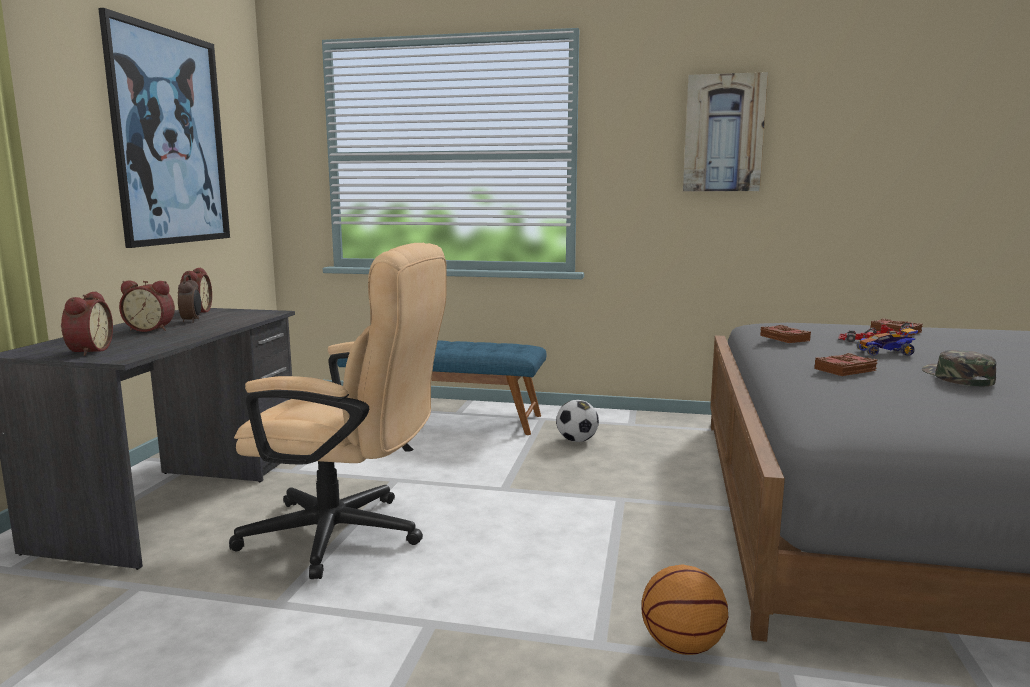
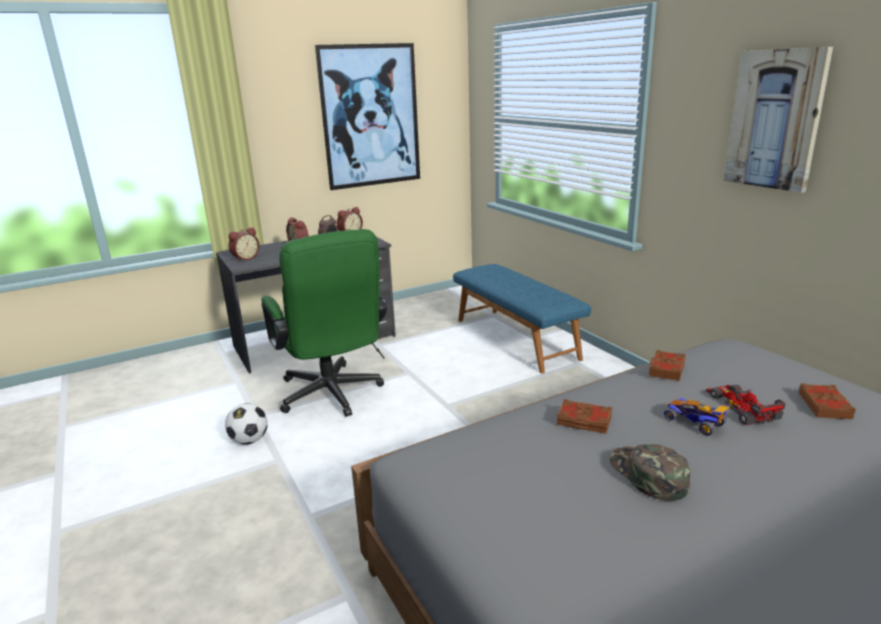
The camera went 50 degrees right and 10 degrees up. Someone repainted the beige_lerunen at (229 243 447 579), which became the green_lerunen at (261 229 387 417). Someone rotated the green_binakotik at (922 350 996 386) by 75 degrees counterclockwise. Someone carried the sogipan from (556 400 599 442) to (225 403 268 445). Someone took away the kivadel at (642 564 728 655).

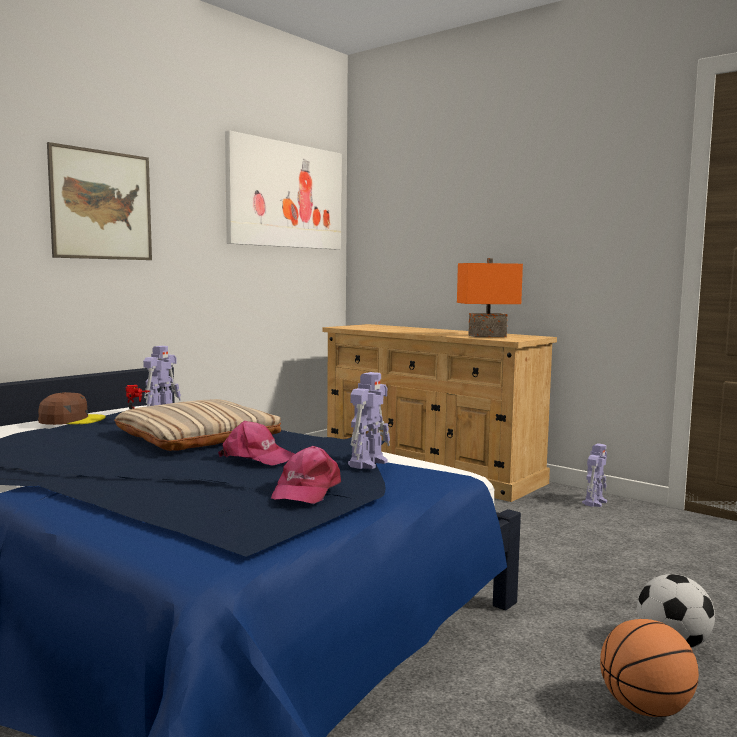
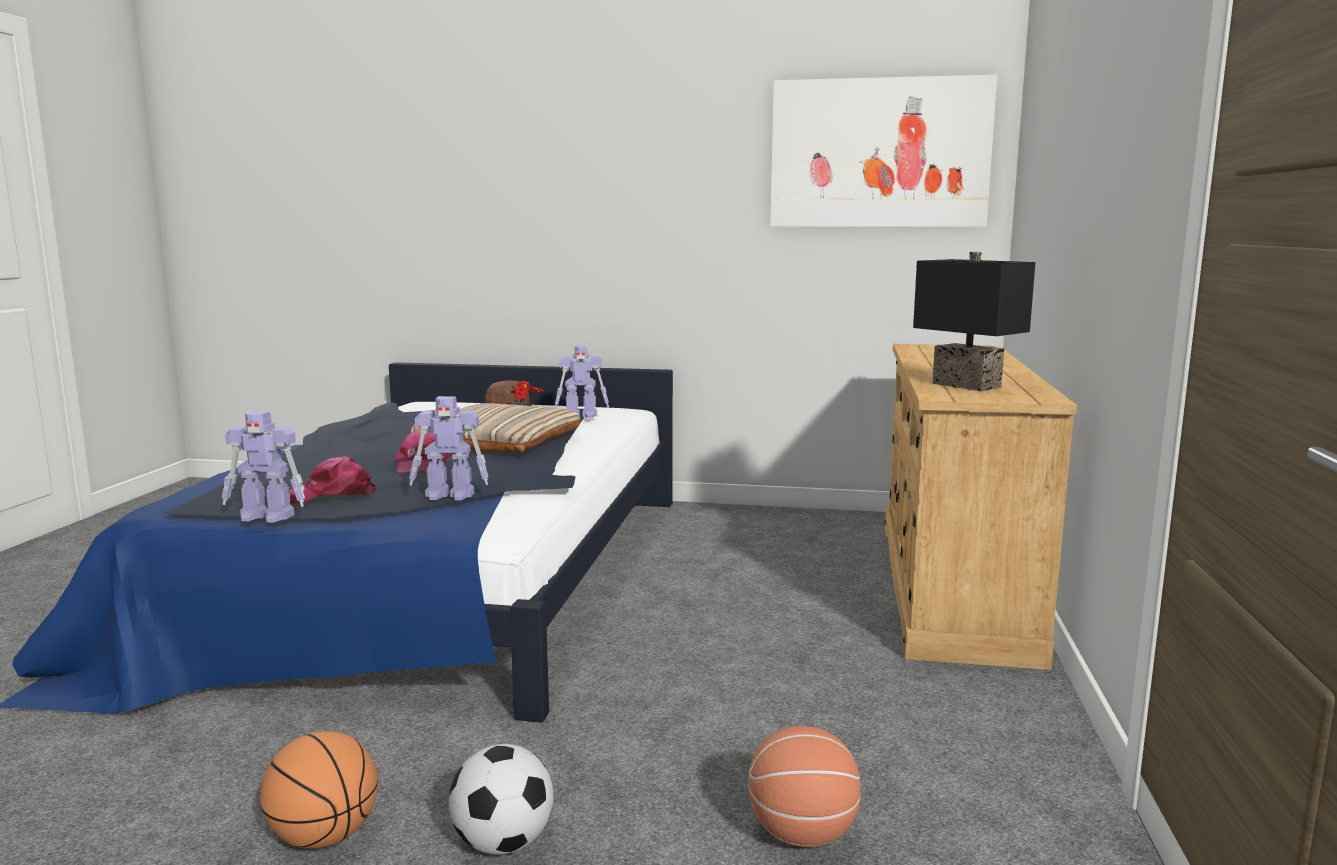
The camera went 60 degrees right and 5 degrees up. Someone took away the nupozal at (47 142 152 260). Someone repainted the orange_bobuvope at (457 258 523 337), which became the black_bobuvope at (913 252 1036 391). Someone carried the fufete from (582 443 607 507) to (222 411 305 523). Someone put down the kivadel at (748 726 861 847).

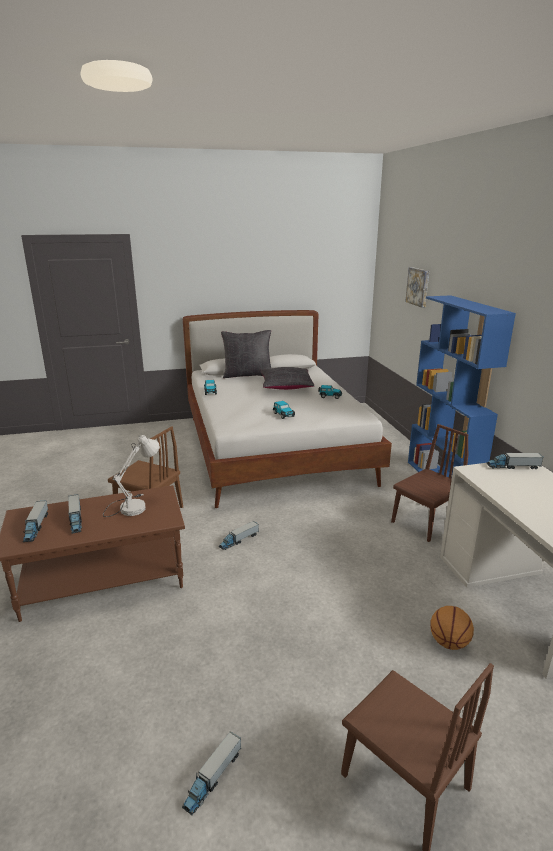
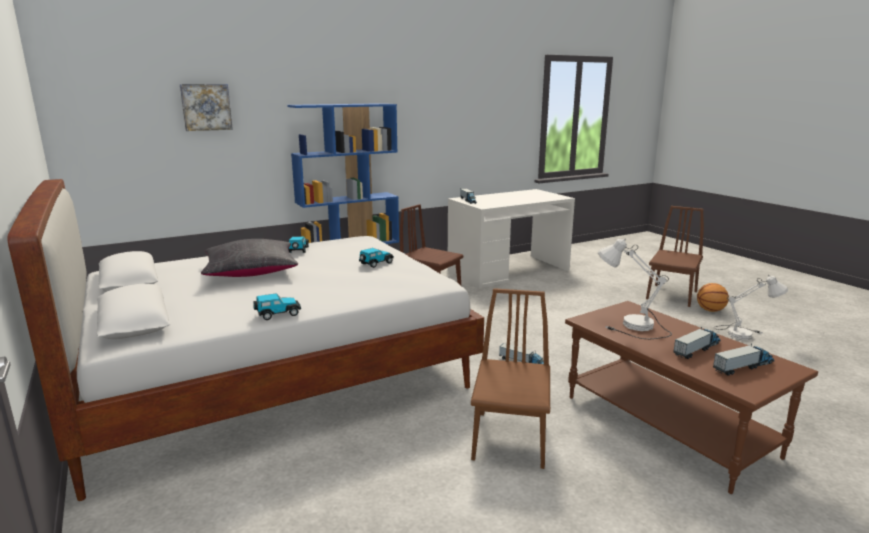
The camera went 105 degrees left and 5 degrees down. Someone took away the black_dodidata at (221 330 271 378). Someone carried the kivadel from (430 606 474 650) to (697 283 729 312). Someone swapped the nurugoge at (182 731 241 815) for the white_bobuvope at (713 275 788 340).

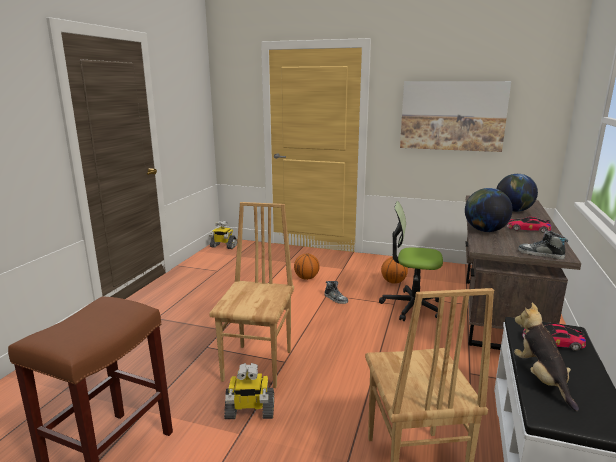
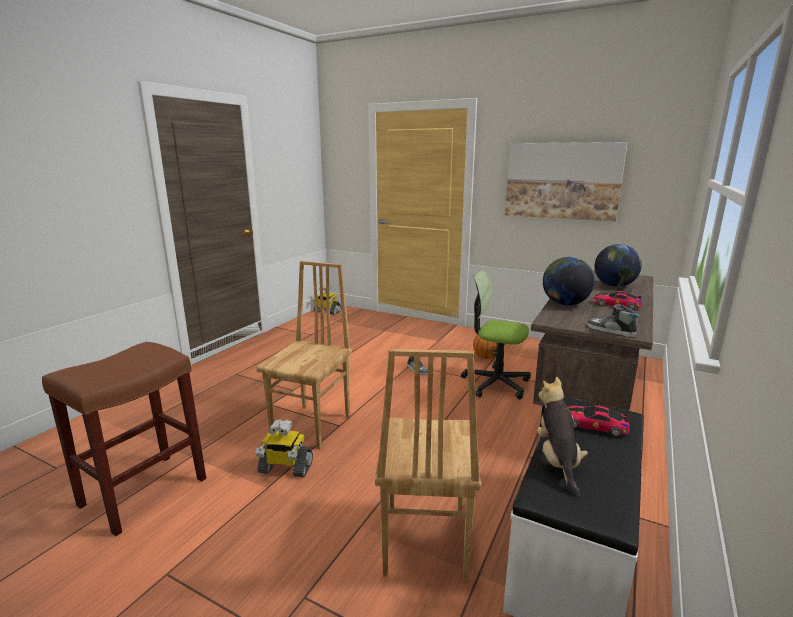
The camera went 10 degrees right and 0 degrees up. Someone took away the kivadel at (294 253 320 280).

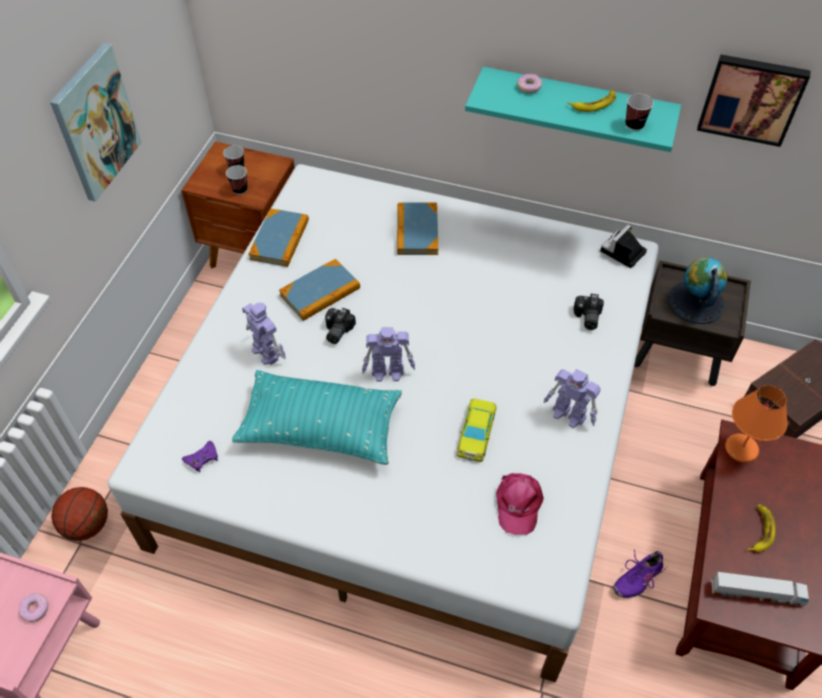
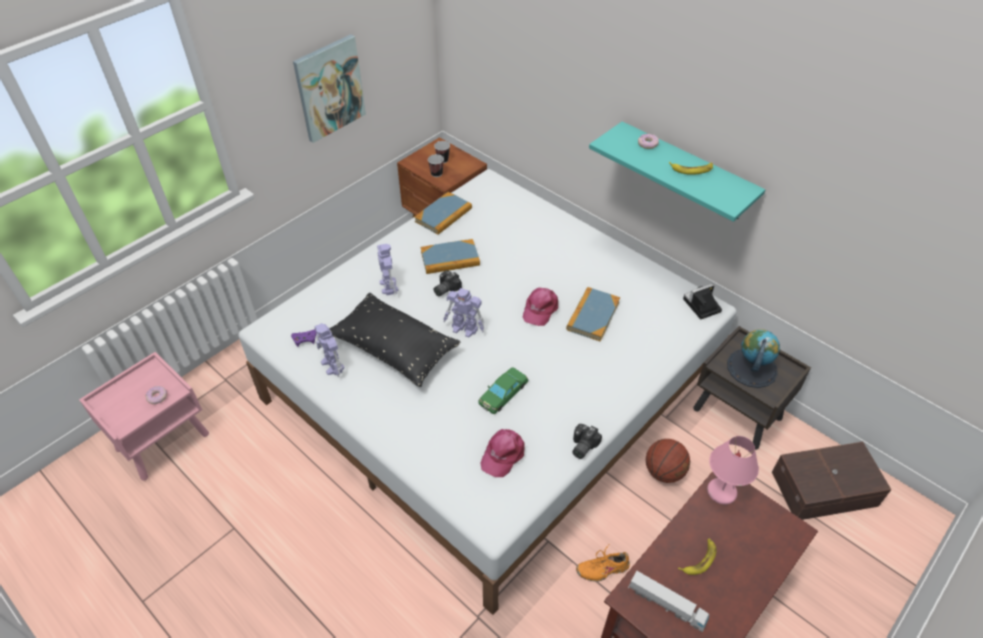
The camera went 25 degrees right and 5 degrees down. Someone took away the nupozal at (697 54 811 147). Someone took away the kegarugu at (625 94 654 131). Someone carried the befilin from (397 202 438 255) to (566 287 620 342). Someone carried the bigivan from (573 294 604 330) to (572 424 602 459). Someone carried the fufete from (543 369 601 428) to (314 323 344 377). Someone repainted the turquoise_dodidata at (232 370 402 465), which became the black_dodidata at (329 293 461 387). Someone repainted the orange_bobuvope at (725 385 788 463), which became the pink_bobuvope at (707 436 759 504). Someone repainted the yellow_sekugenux at (457 398 497 462), which became the green_sekugenux at (478 367 529 414). Someone carried the kivadel from (51 487 108 541) to (646 439 690 483). Someone repainted the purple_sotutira at (613 549 667 598), which became the orange_sotutira at (576 545 630 582). Someone put down the pink_binakotik at (523 288 558 326).

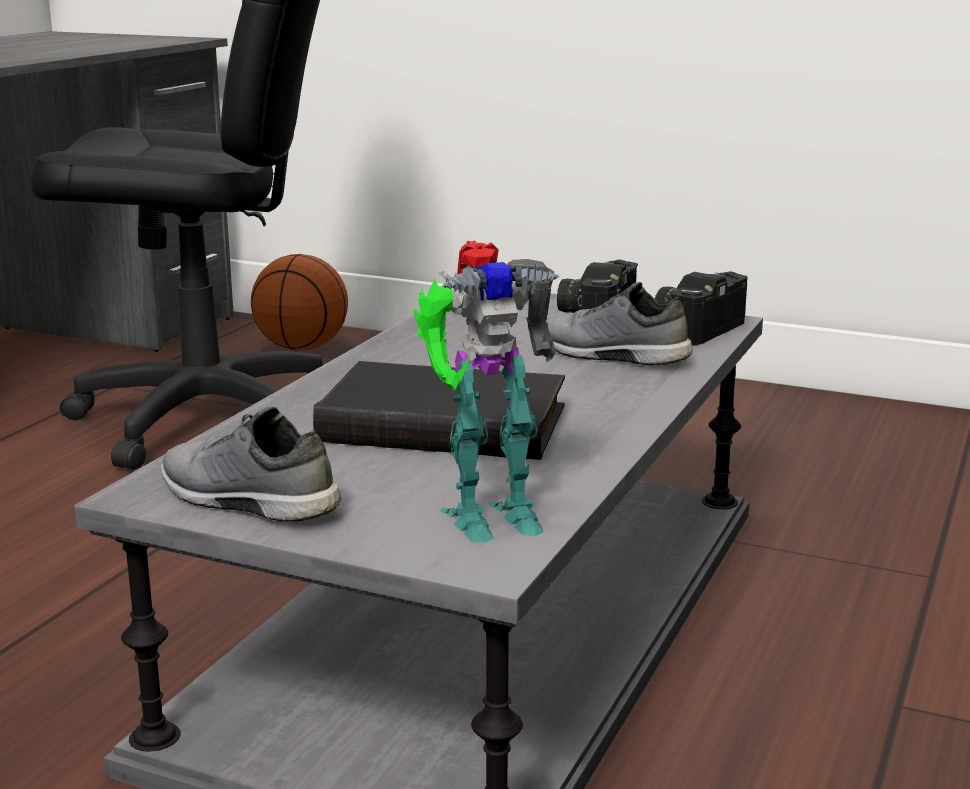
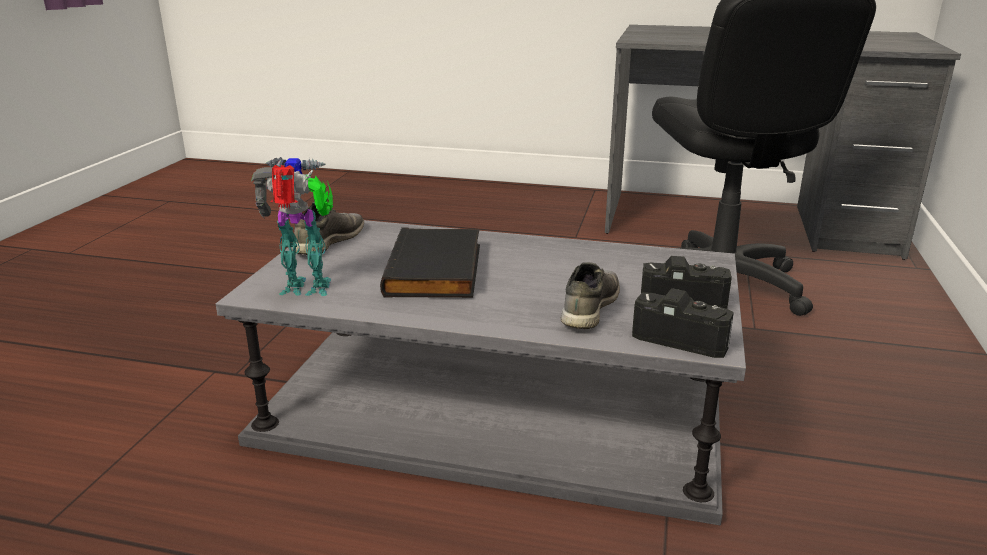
The camera went 80 degrees right and 5 degrees up. Someone rotated the fufete at (414 240 559 543) by 120 degrees clockwise. Someone took away the kivadel at (251 254 348 350).

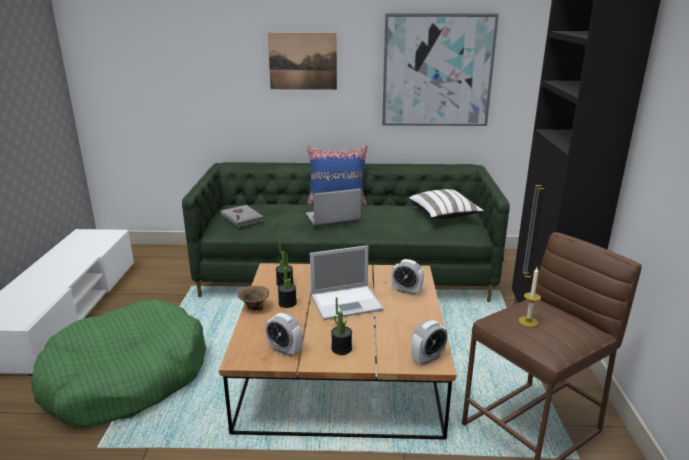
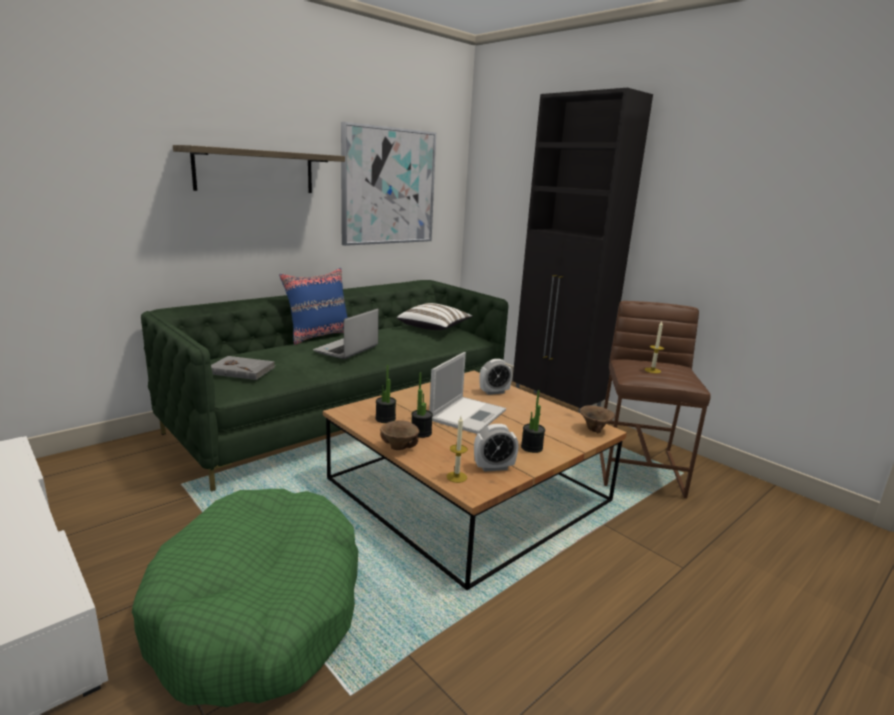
The camera went 45 degrees left and 5 degrees down. Someone swapped the nupozal at (268 33 337 90) for the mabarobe at (173 145 345 193). Someone swapped the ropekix at (411 320 447 365) for the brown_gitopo at (580 405 615 433). Someone put down the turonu at (447 417 468 483).

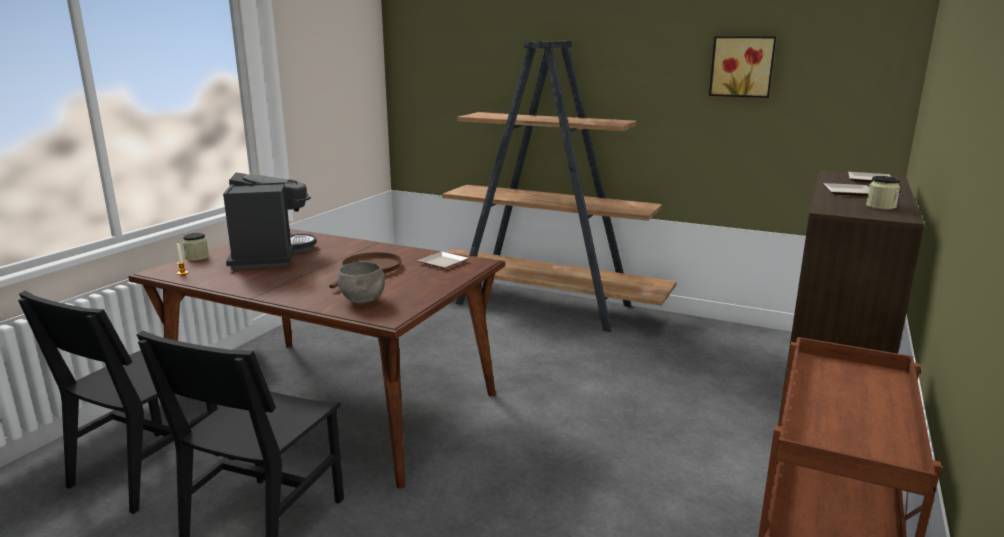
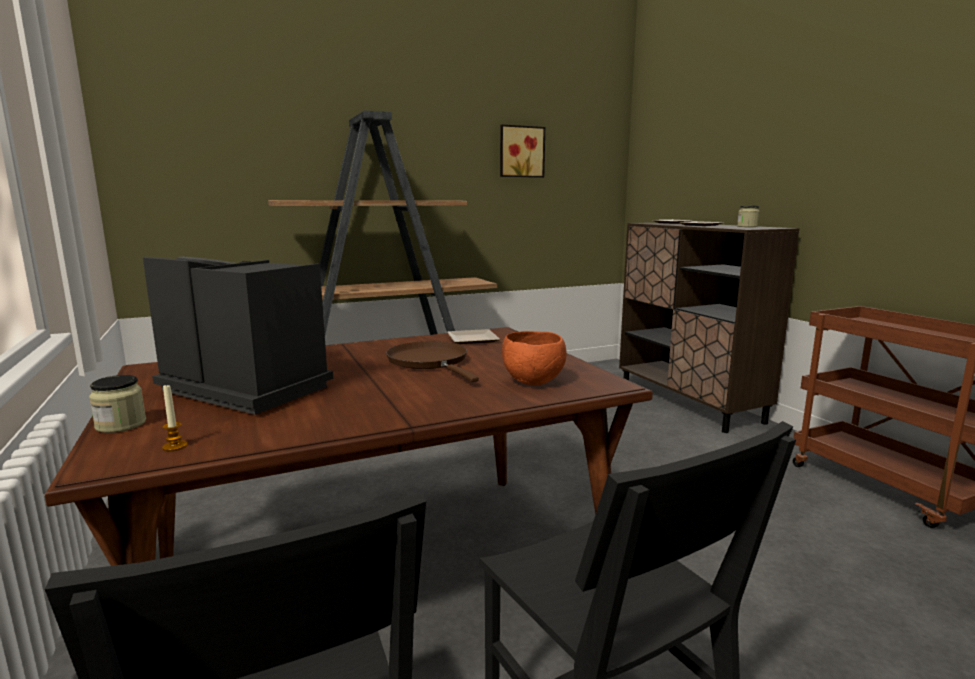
The camera went 50 degrees left and 5 degrees down. Someone repainted the grey_gitopo at (337 262 385 304), which became the orange_gitopo at (502 331 567 385).

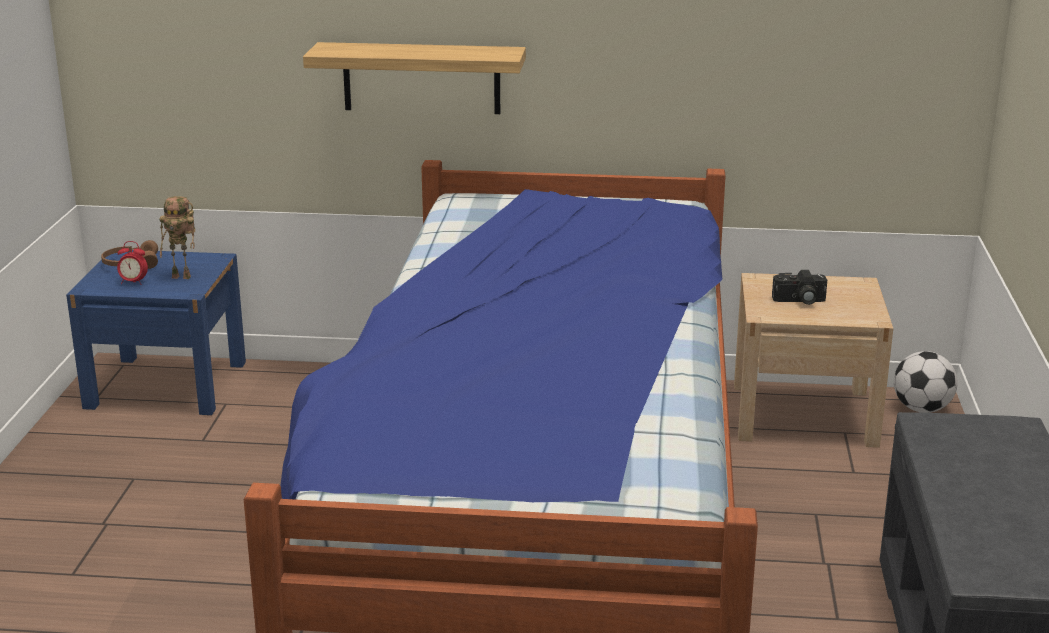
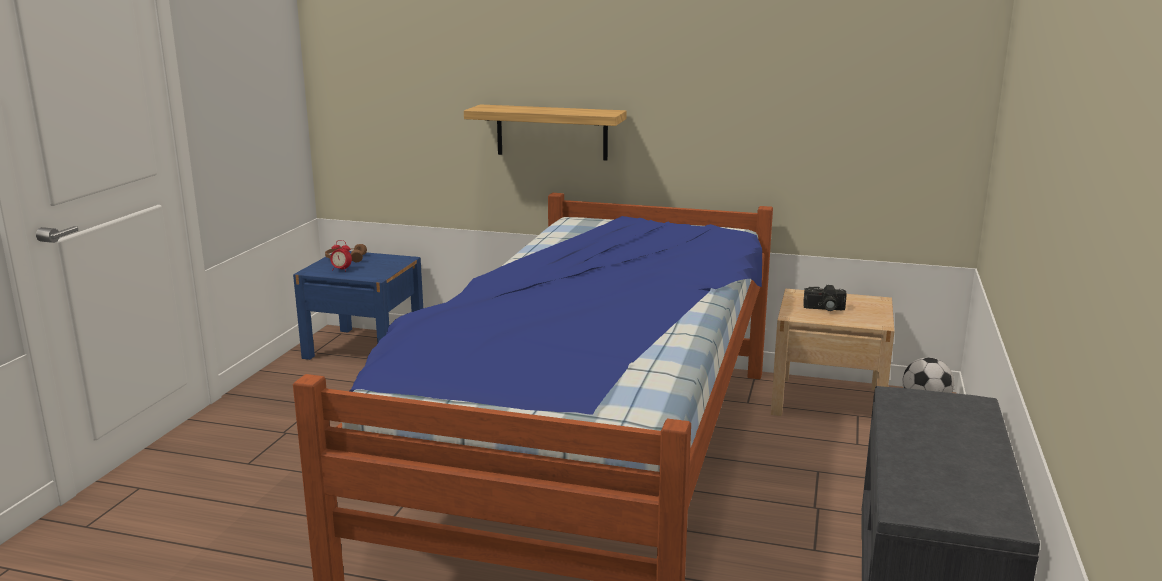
The camera went 10 degrees right and 5 degrees down. Someone took away the fufete at (159 196 195 279).

